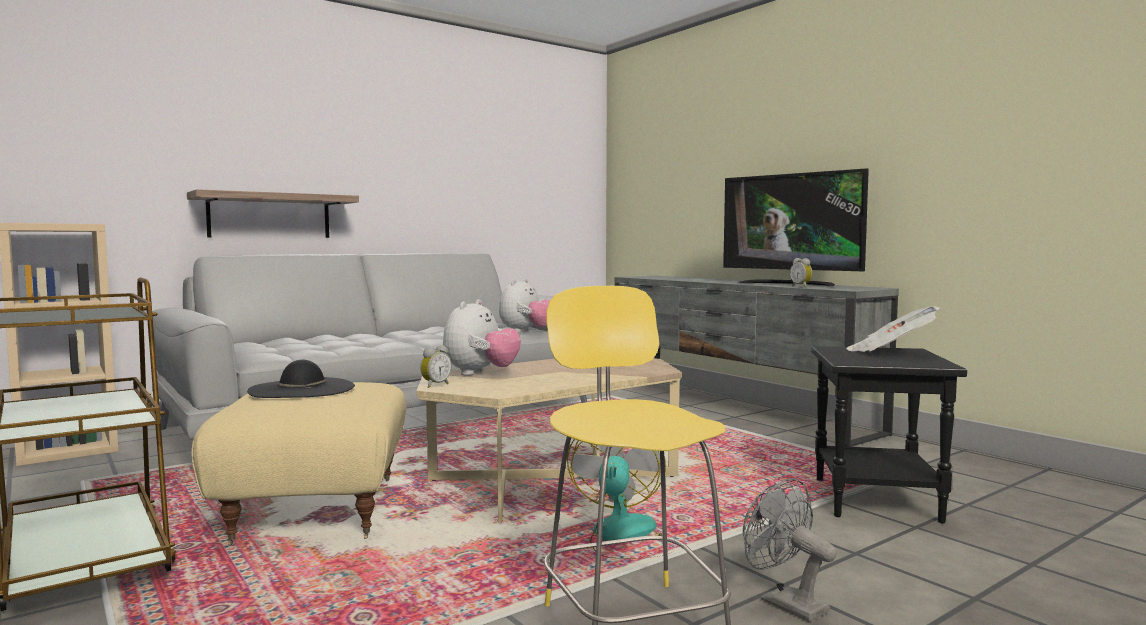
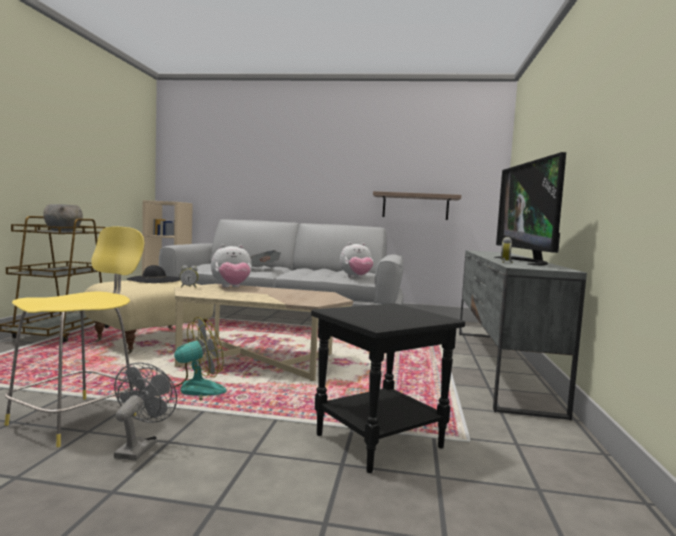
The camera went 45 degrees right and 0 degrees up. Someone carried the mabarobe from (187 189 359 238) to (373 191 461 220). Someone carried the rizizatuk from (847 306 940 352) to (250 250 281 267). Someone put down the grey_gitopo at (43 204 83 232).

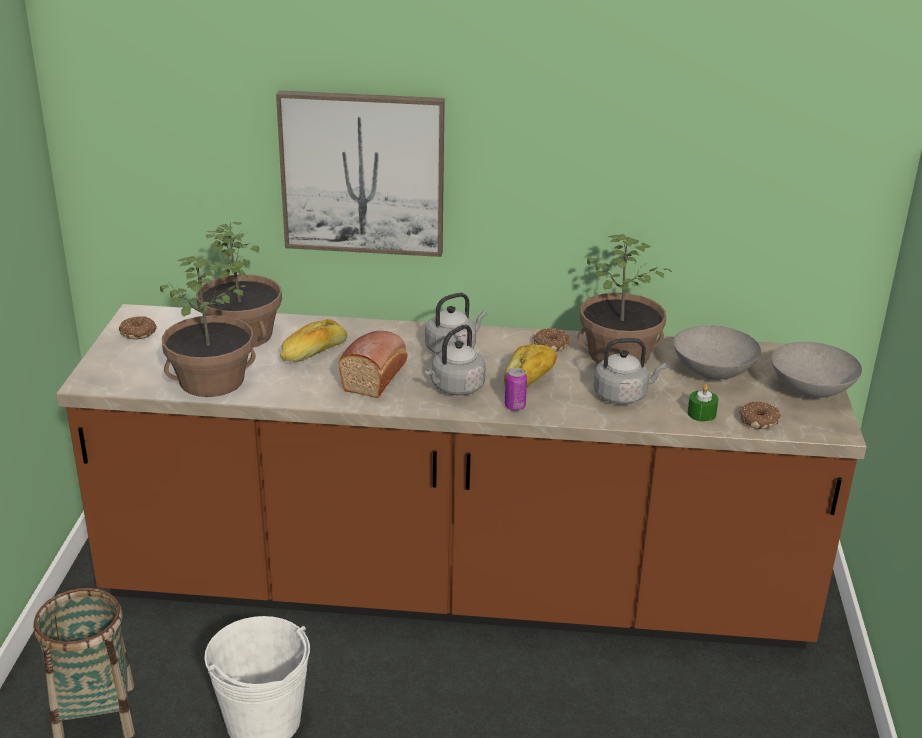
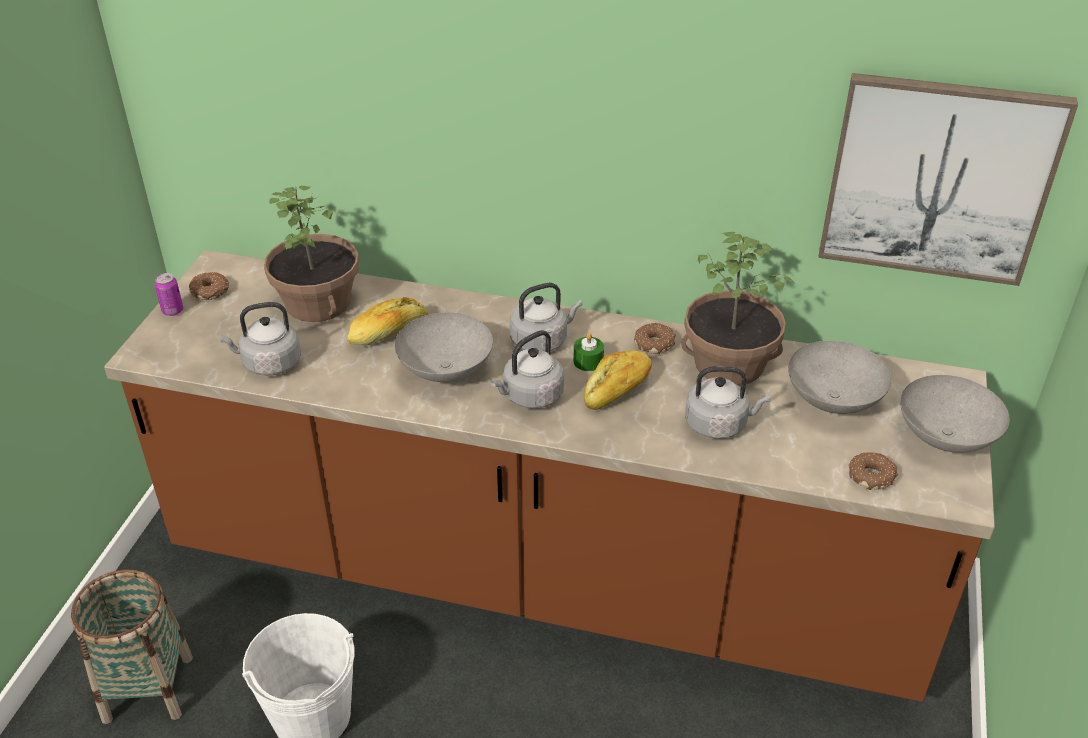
The camera went 10 degrees right and 10 degrees up. Someone carried the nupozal from (276 90 445 257) to (818 73 1078 286). Someone swapped the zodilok at (160 256 256 397) for the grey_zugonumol at (219 302 301 376). Someone swapped the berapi at (339 331 408 398) for the grey_gitopo at (395 312 493 382). Someone carried the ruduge from (505 368 527 411) to (155 273 183 316). Someone carried the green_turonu from (687 384 719 422) to (573 333 604 371).

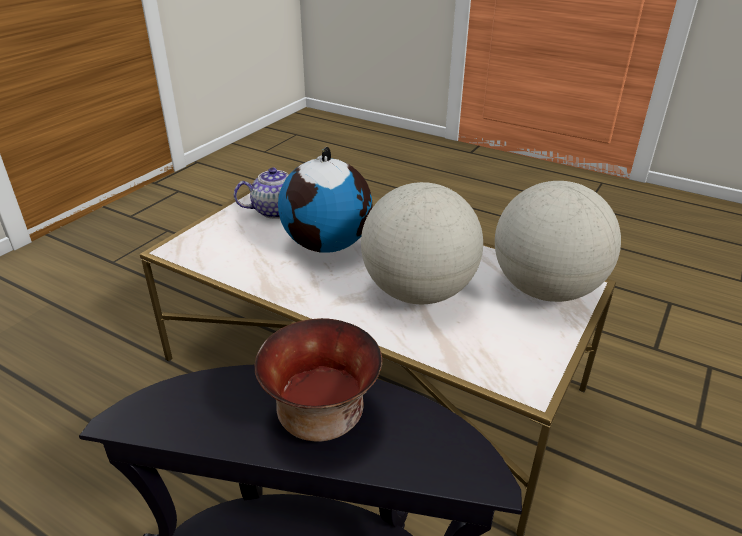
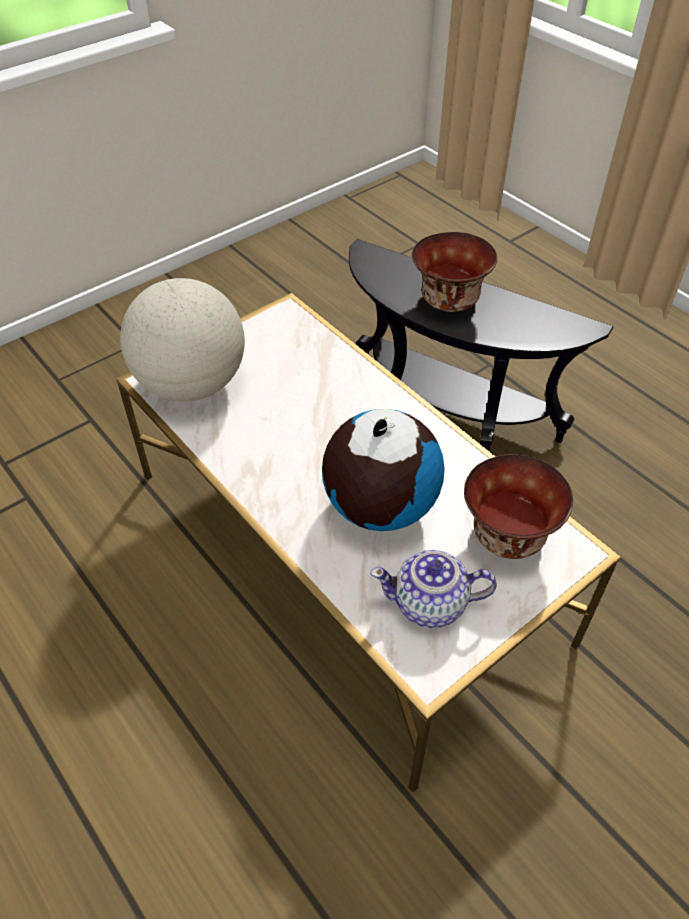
The camera went 160 degrees left and 15 degrees up. Someone took away the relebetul at (361 182 483 304). Someone put down the gitopo at (464 454 573 559).

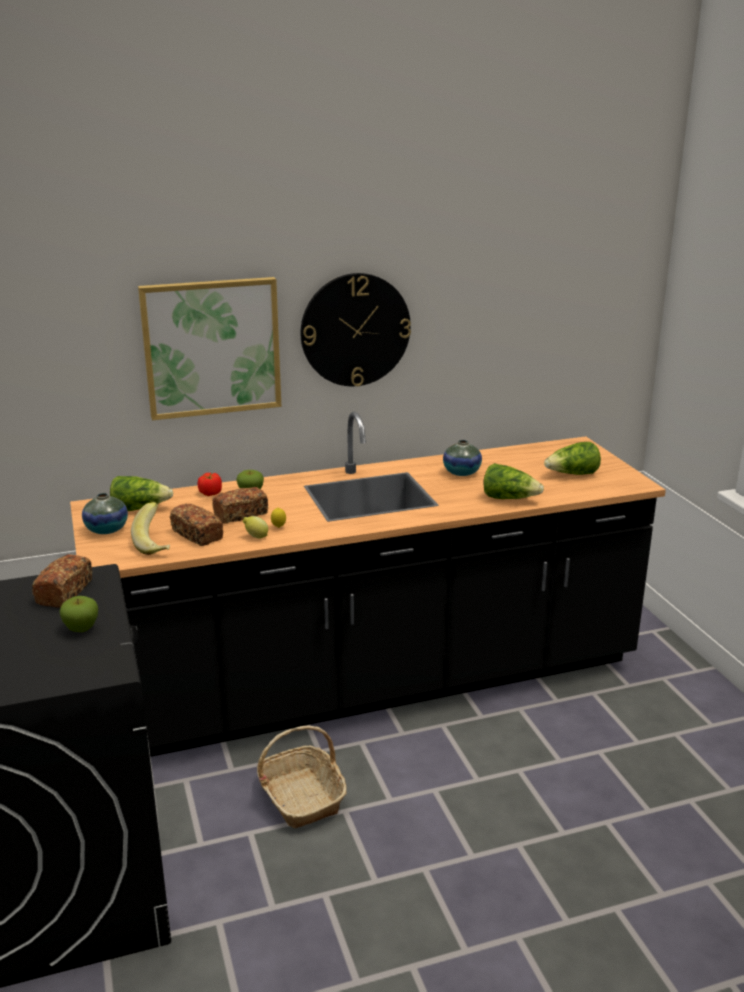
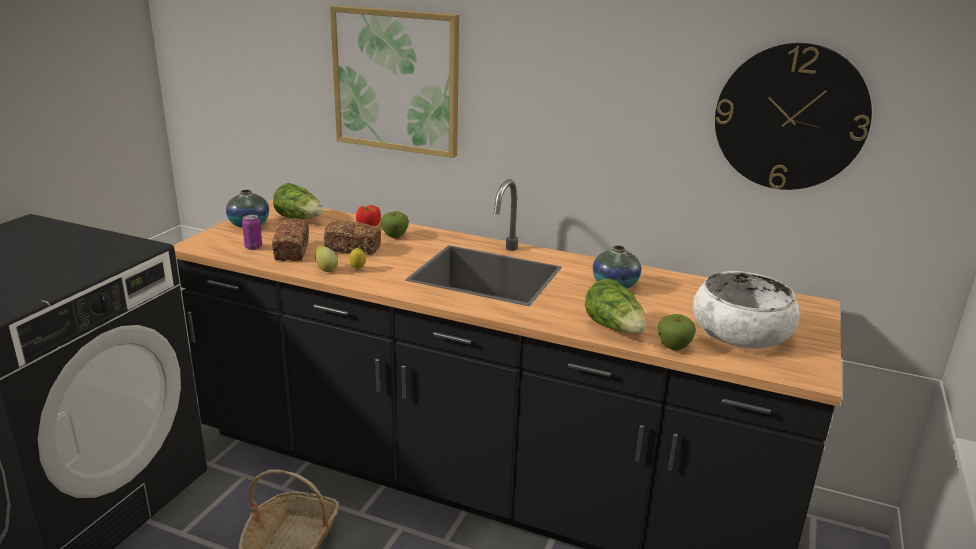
The camera went 40 degrees right and 0 degrees up. Someone carried the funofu from (300 273 411 386) to (715 43 872 190). Someone swapped the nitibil at (544 442 601 475) for the white_gitopo at (693 271 800 349). Someone swapped the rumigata at (131 502 170 555) for the ruduge at (242 215 262 250). Someone took away the berapi at (32 554 92 608). Someone carried the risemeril from (60 596 98 632) to (658 314 696 351).

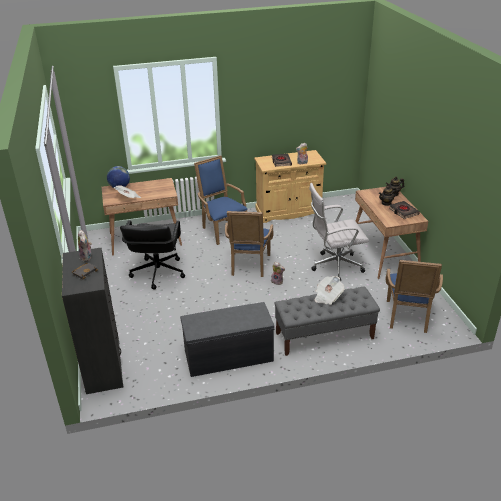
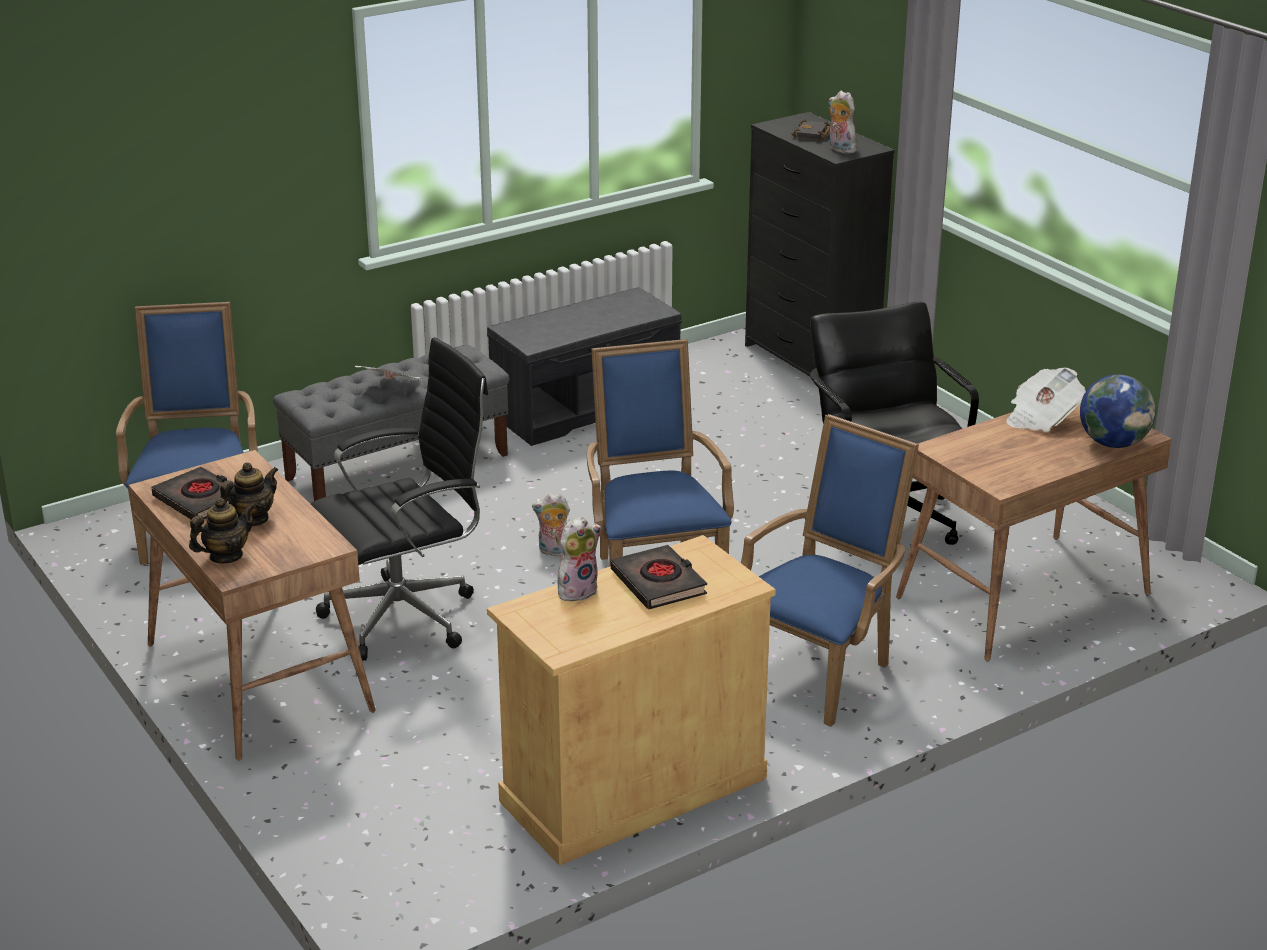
The camera went 160 degrees right and 5 degrees down. Someone rotated the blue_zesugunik at (194 155 248 245) by 90 degrees counterclockwise. Someone repainted the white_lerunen at (309 183 369 281), which became the black_lerunen at (310 337 488 661).

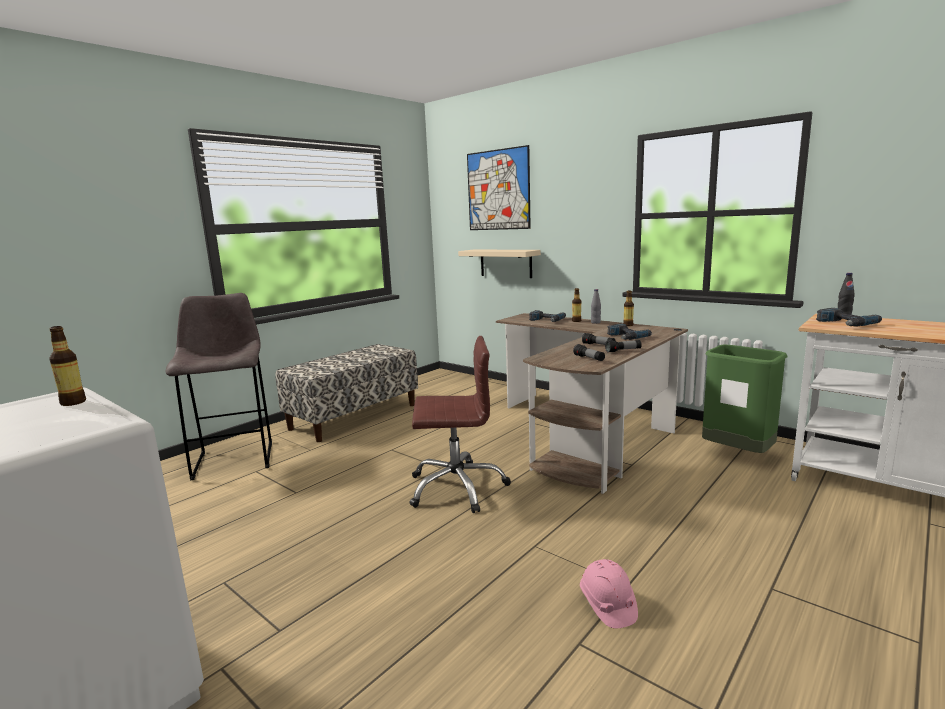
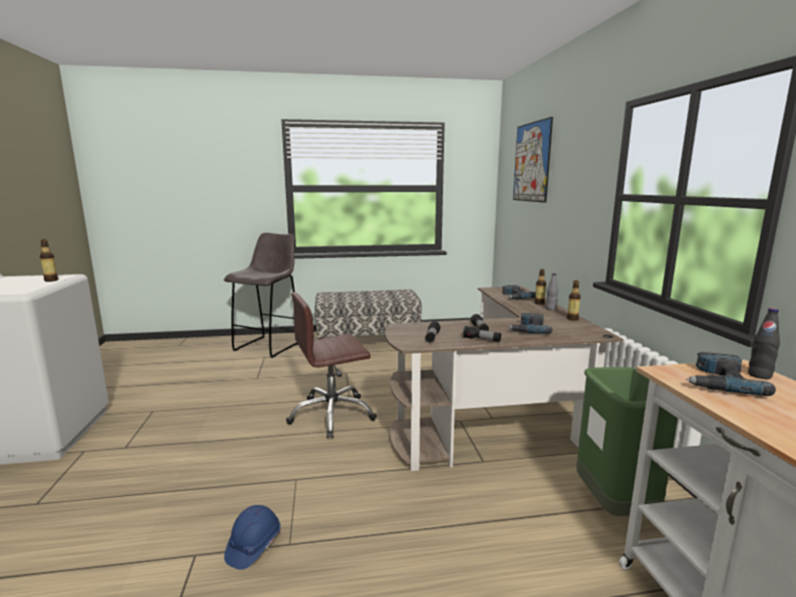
The camera went 40 degrees right and 0 degrees up. Someone took away the beige_mabarobe at (458 250 541 278). Someone rotated the brown_lerunen at (409 336 511 513) by 120 degrees clockwise. Someone repainted the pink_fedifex at (580 559 638 629), which became the blue_fedifex at (224 505 281 570).

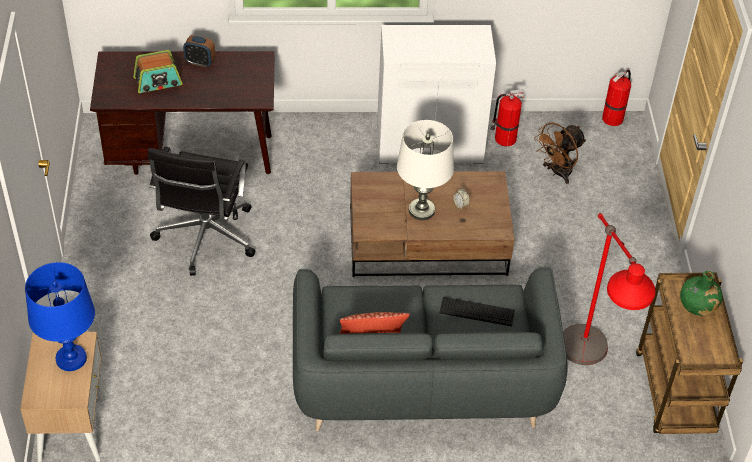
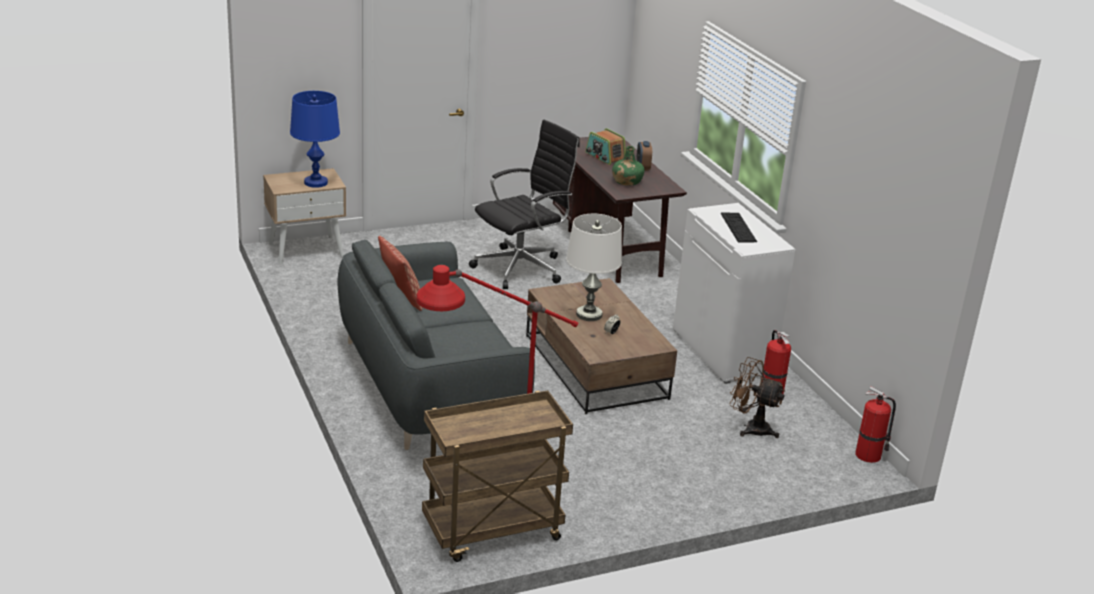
The camera went 70 degrees right and 20 degrees down. Someone rotated the black_lerunen at (148 147 255 276) by 150 degrees clockwise. Someone carried the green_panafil from (680 271 723 316) to (612 146 645 186). Someone carried the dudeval from (439 297 515 326) to (721 213 757 243).

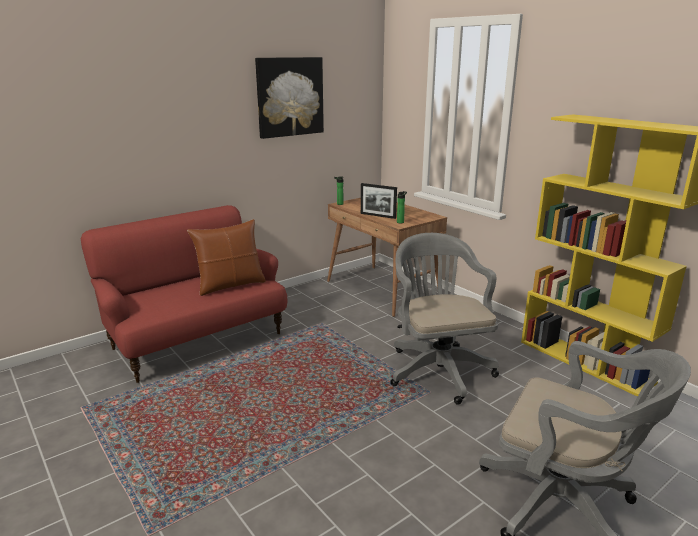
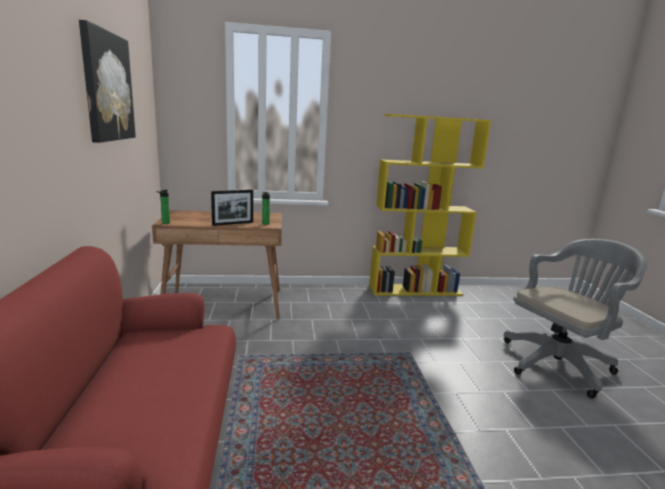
The camera went 60 degrees left and 5 degrees down. Someone took away the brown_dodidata at (187 219 266 296). Someone took away the grey_lerunen at (391 233 499 405).

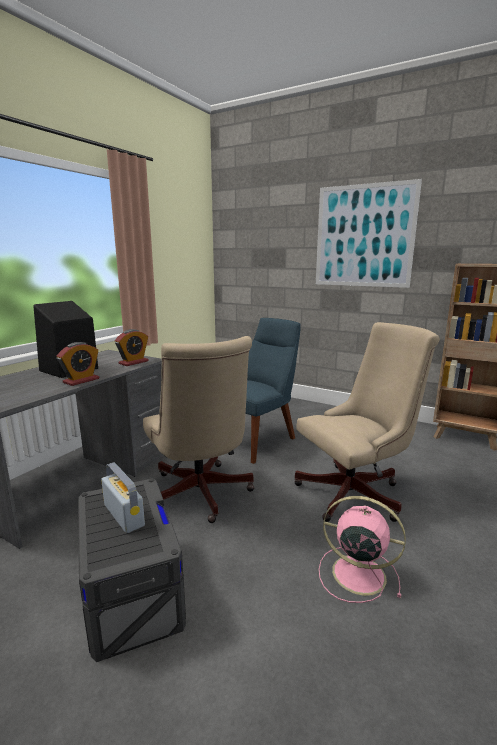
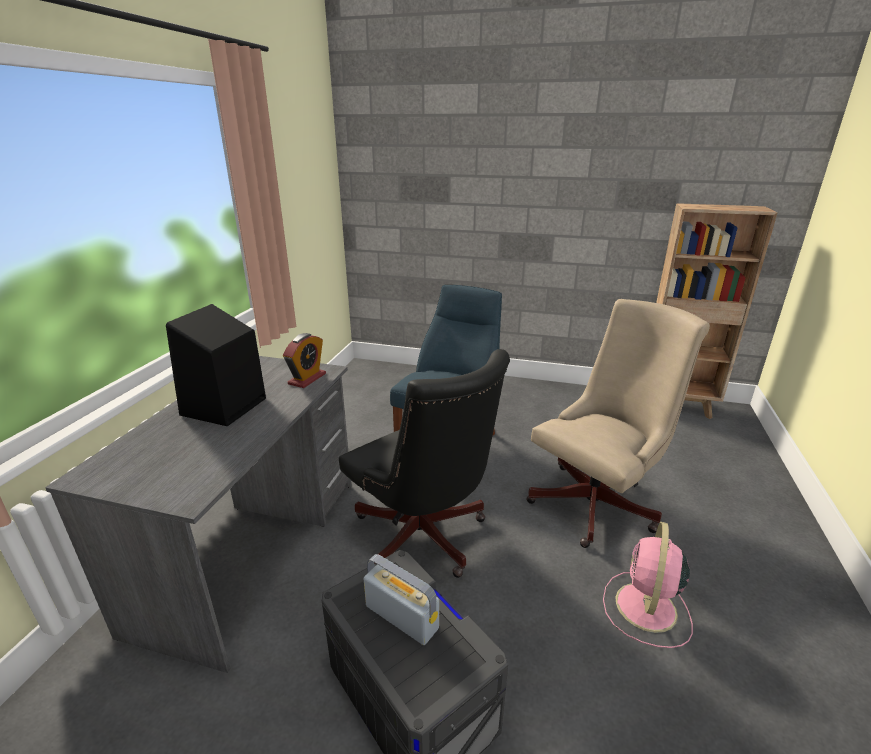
The camera went 15 degrees left and 10 degrees up. Someone took away the nupozal at (316 179 422 288). Someone repainted the beige_lerunen at (143 336 254 523), which became the black_lerunen at (339 349 510 578). Someone took away the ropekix at (56 342 99 386). Someone rotated the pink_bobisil at (319 496 406 603) by 75 degrees counterclockwise.

